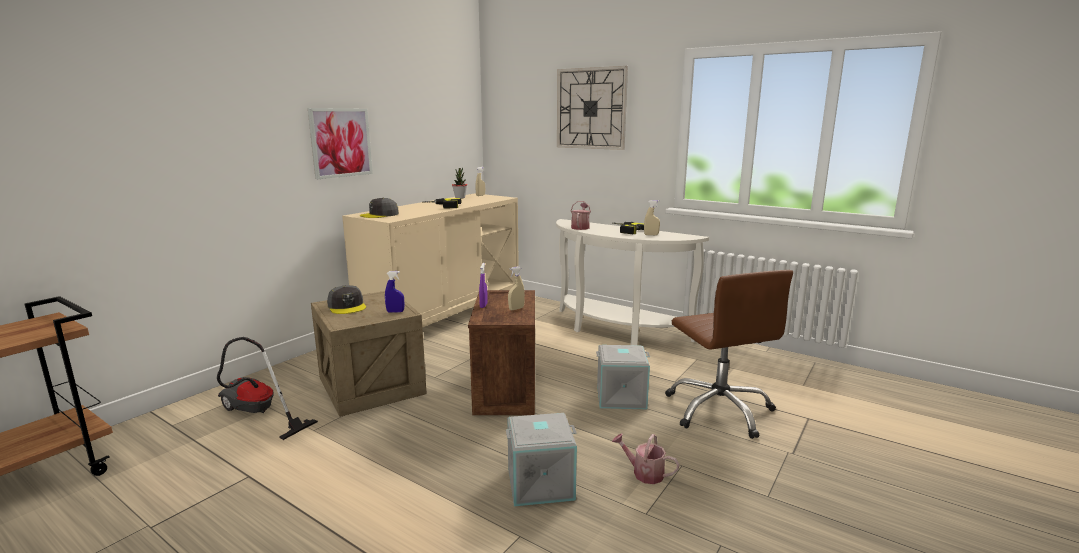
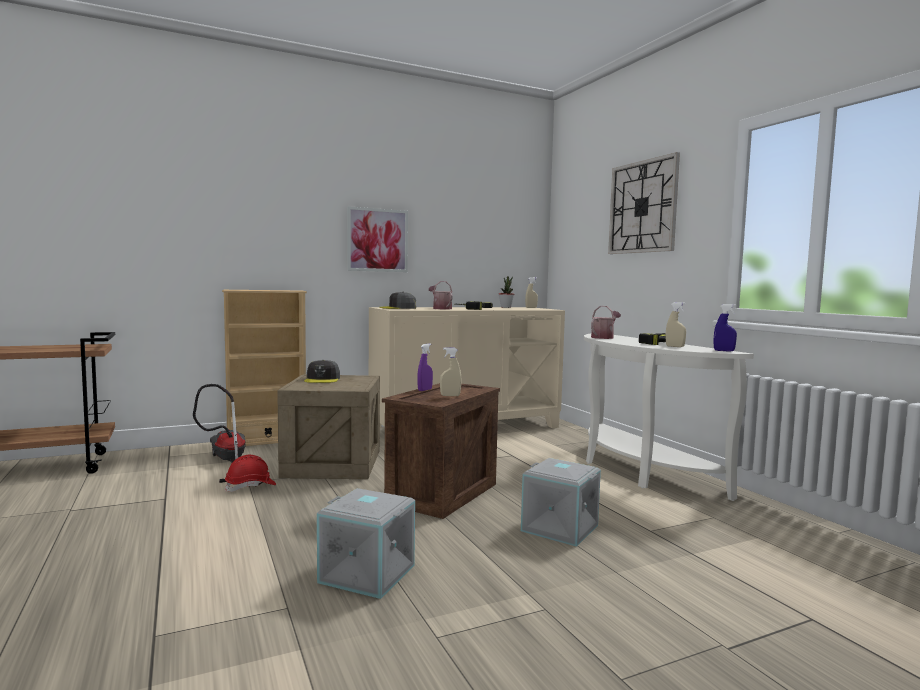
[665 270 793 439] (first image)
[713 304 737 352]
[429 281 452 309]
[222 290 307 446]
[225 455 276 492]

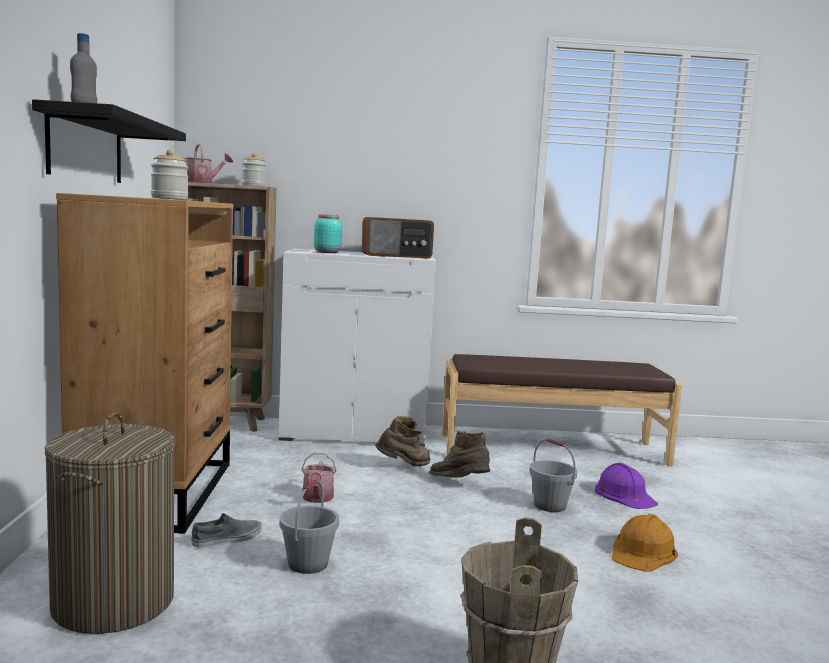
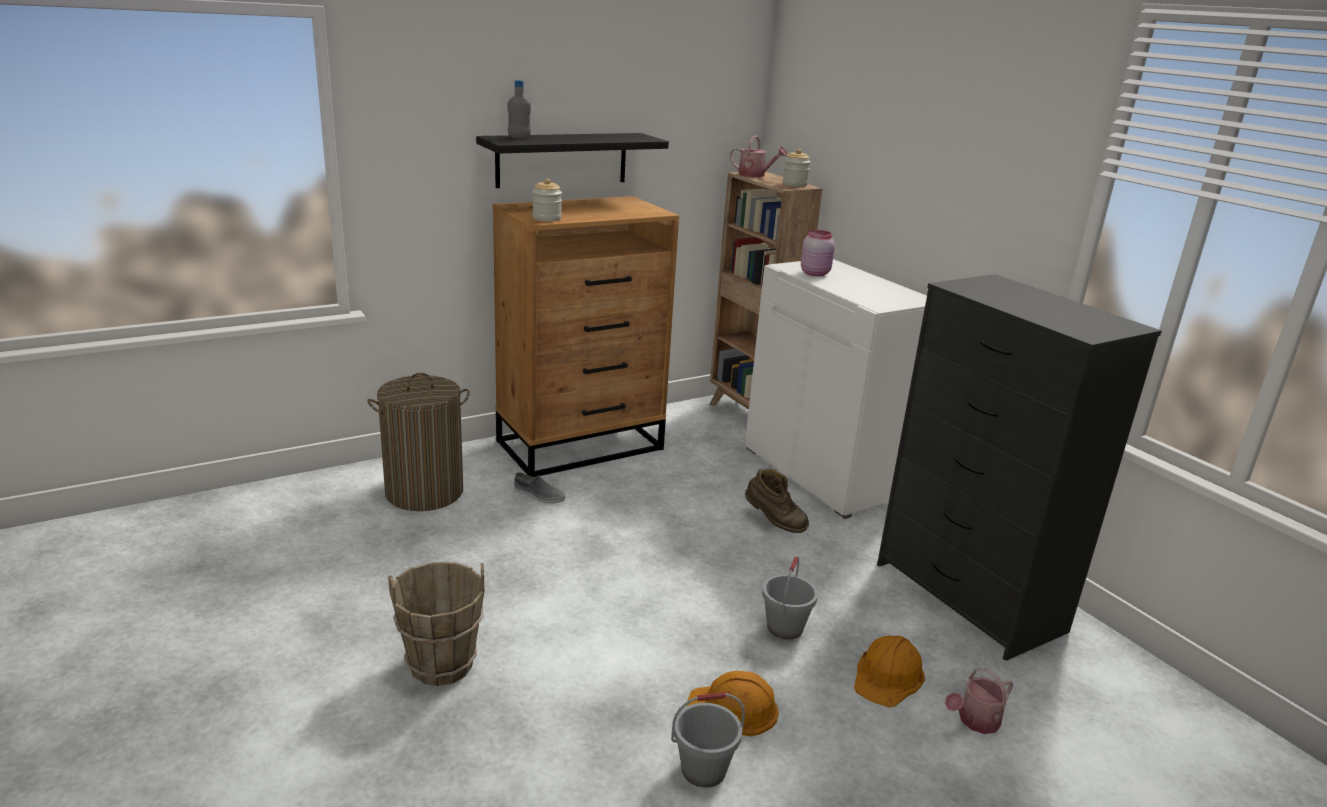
[801 230 835 276]
[362 217 434 258] (first image)
[877 274 1162 661]
[429 431 490 477] (first image)
[945 668 1013 734]
[854 636 925 707]
[671 692 745 788]

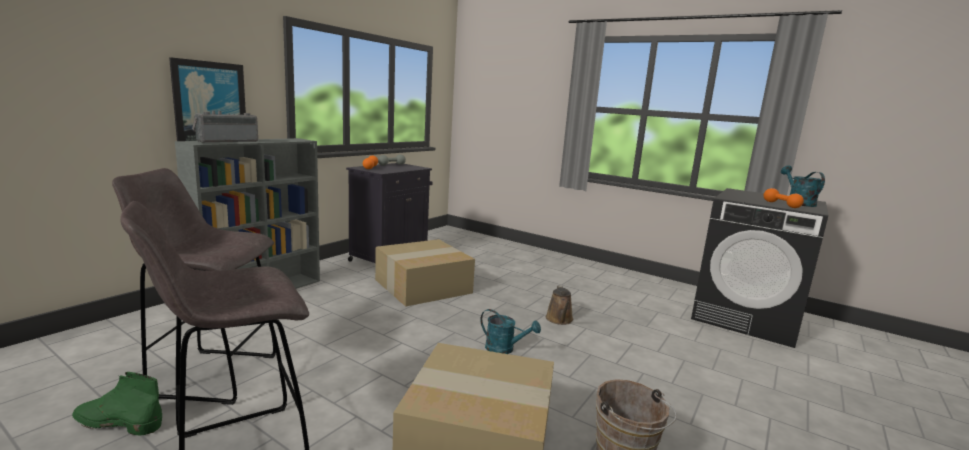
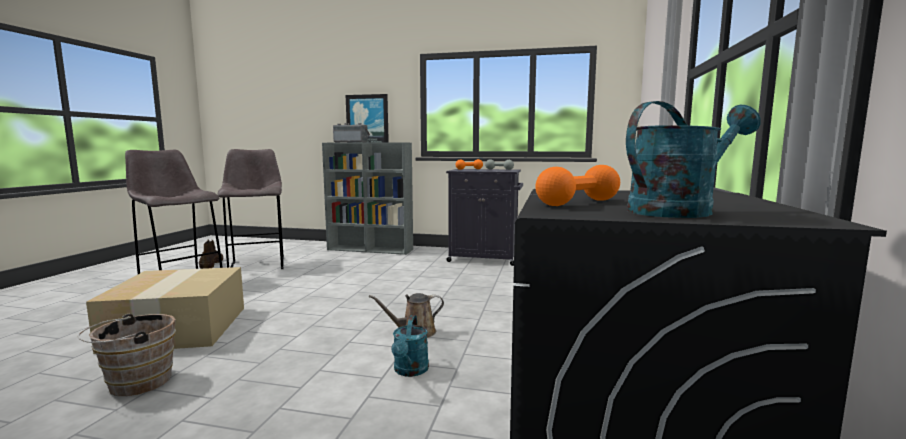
[375 239 475 307] (first image)
[391 315 429 377]
[199 239 223 269]

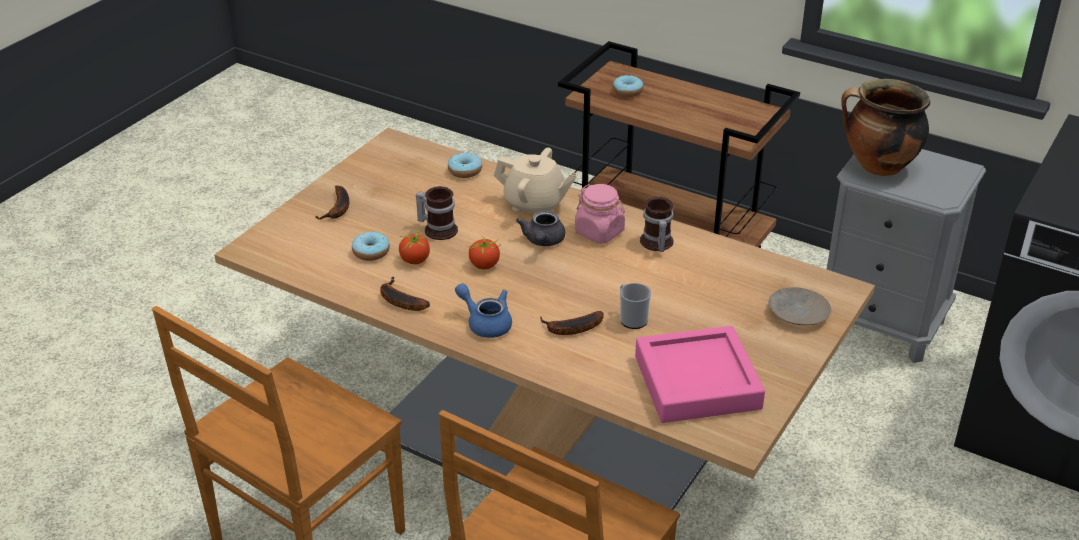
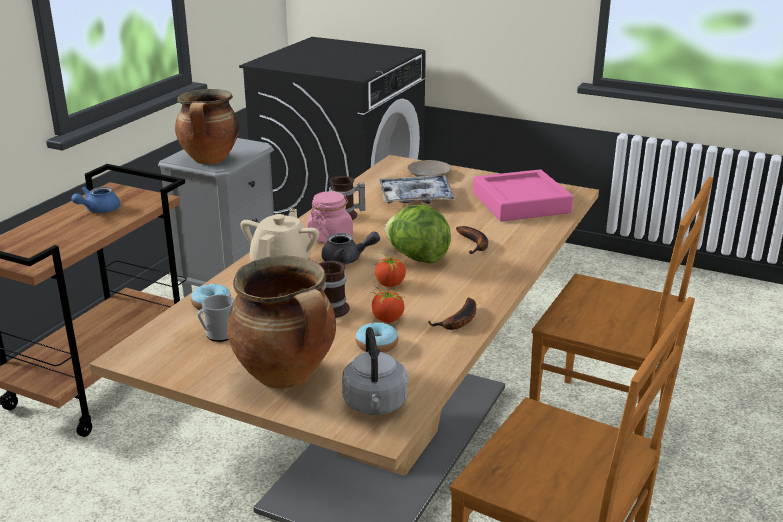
[613 75 643 97] (first image)
[227 256 336 389]
[72 187 120 213]
[197 294 234 342]
[379 175 455 204]
[385 205 451 264]
[342 327 408 415]

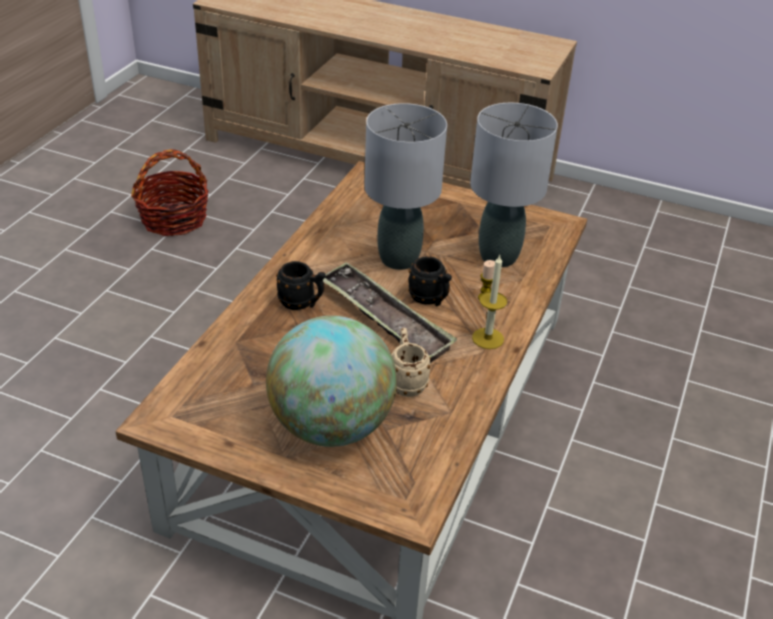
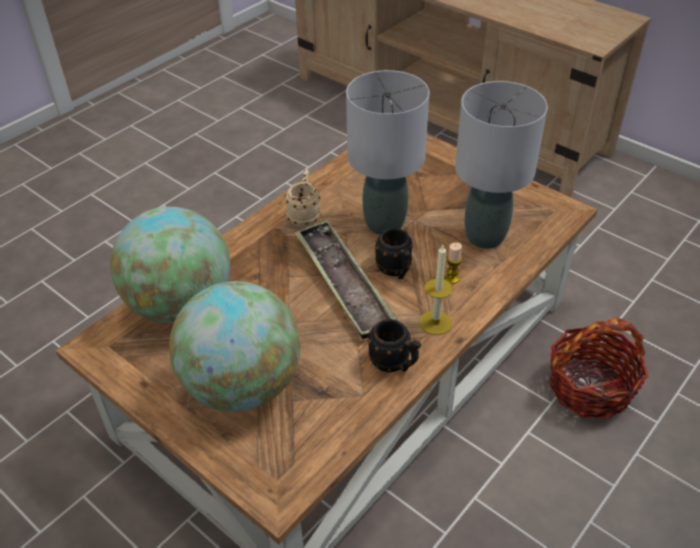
[549 318 648 419]
[368 319 421 372]
[285 170 321 227]
[110 207 230 323]

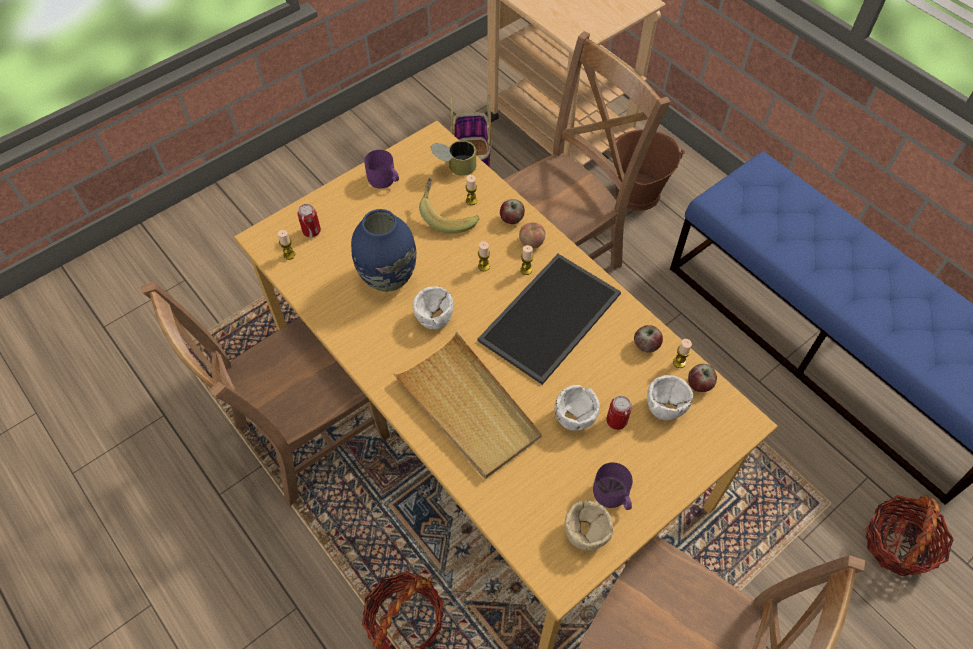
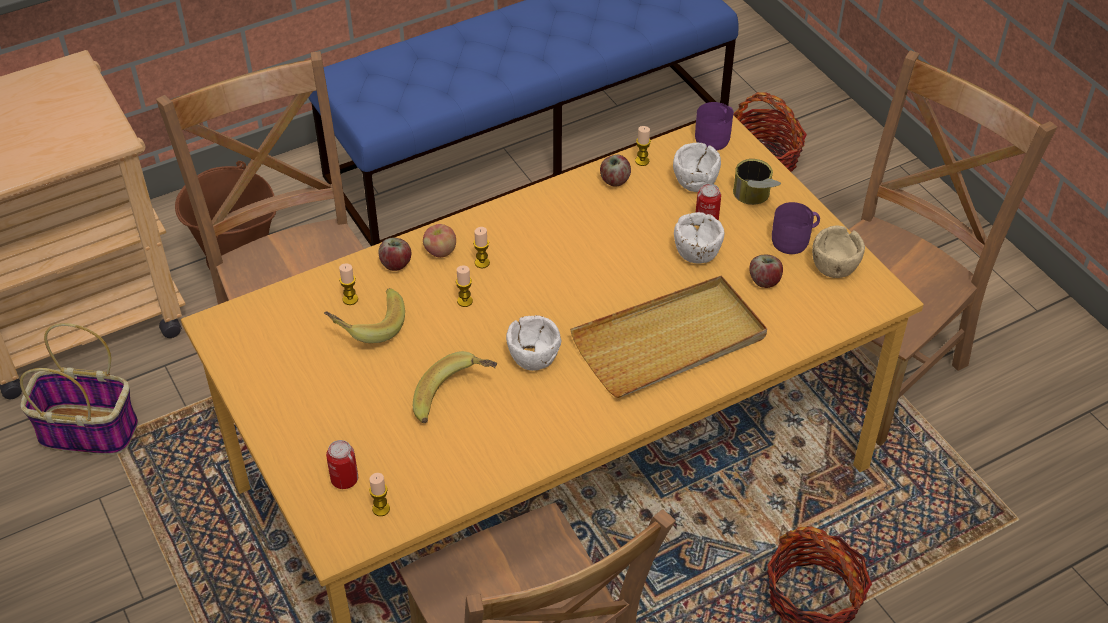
[733 159 781 205]
[695 102 734 150]
[413 351 497 423]
[478 254 621 385] (first image)
[749 255 783 288]

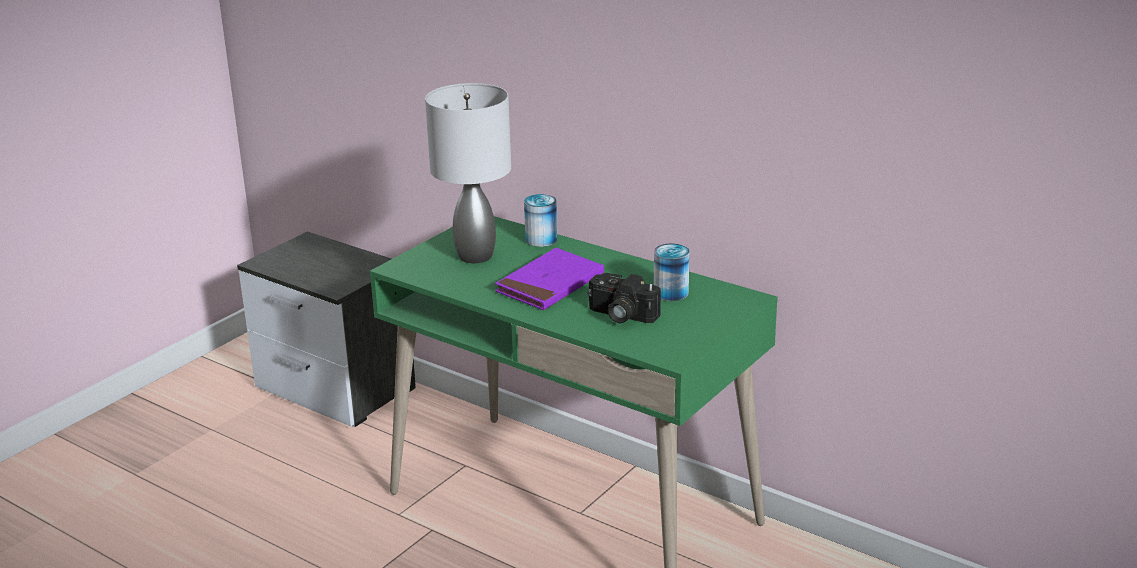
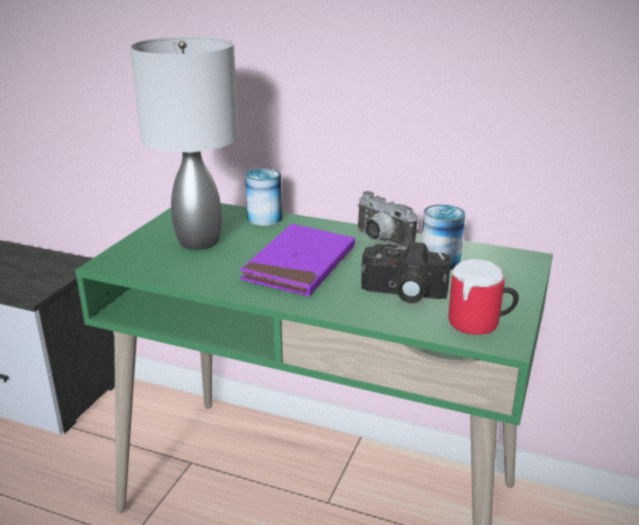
[357 191 418 249]
[449 259 519 335]

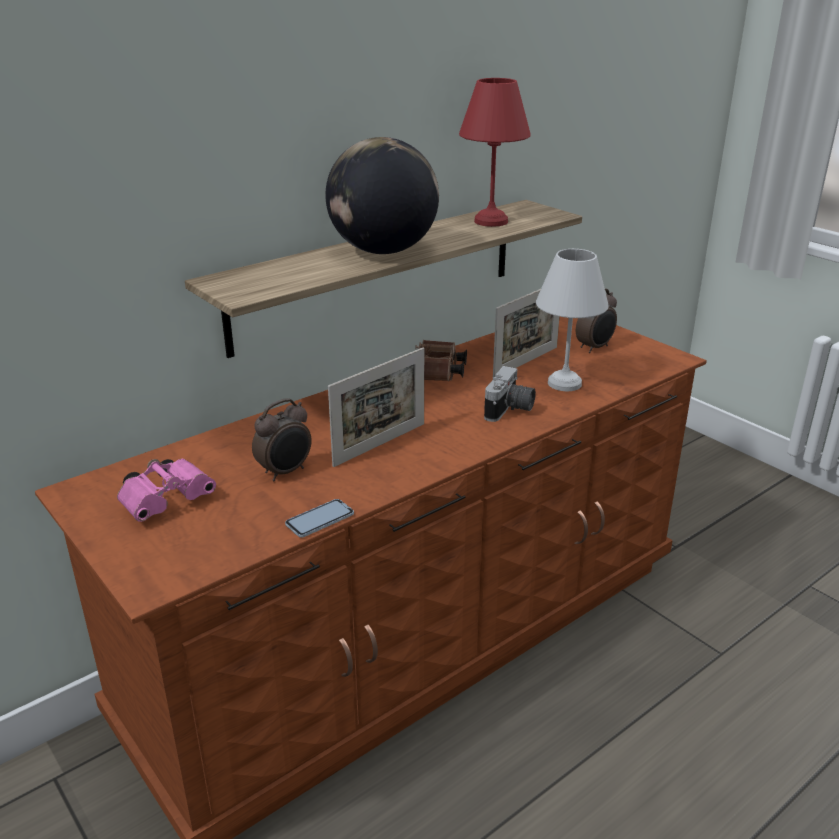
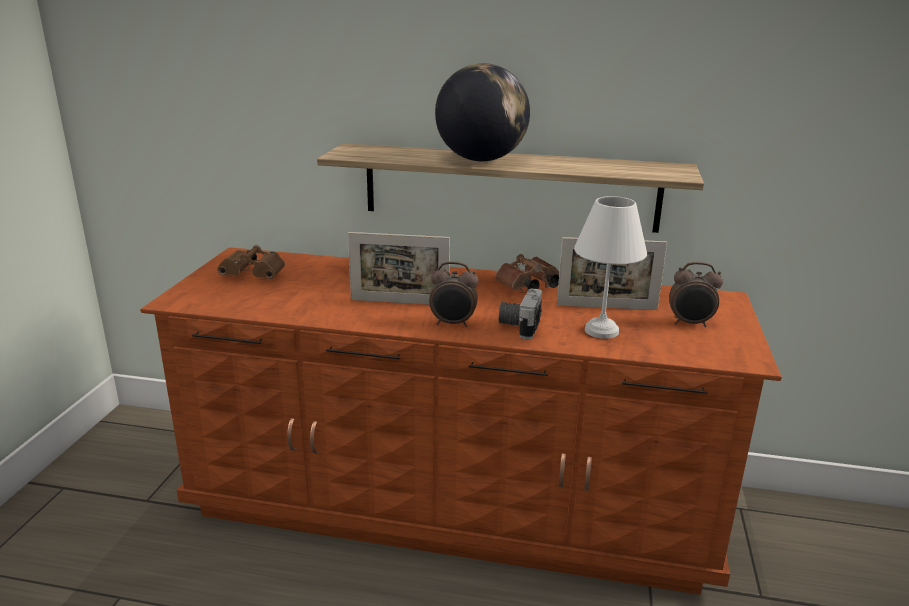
[459 78 531 227] (first image)
[499 289 542 339]
[429 261 479 327]
[218 245 285 279]
[285 499 354 537] (first image)

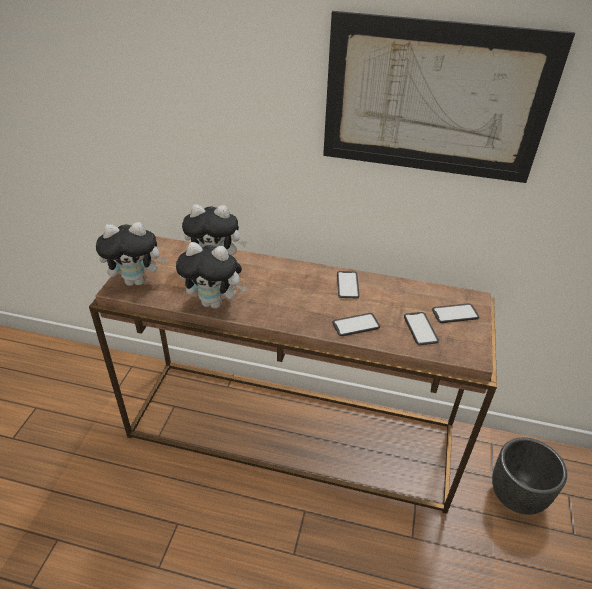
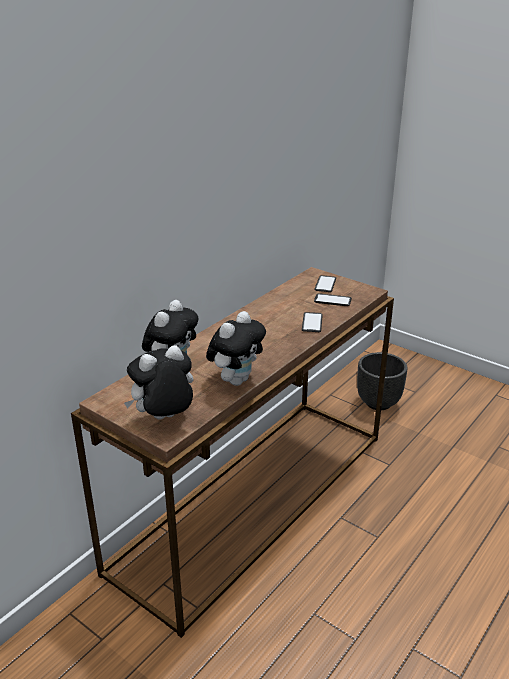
[323 11 575 183] (first image)
[124 345 194 419]
[337 271 360 298] (first image)

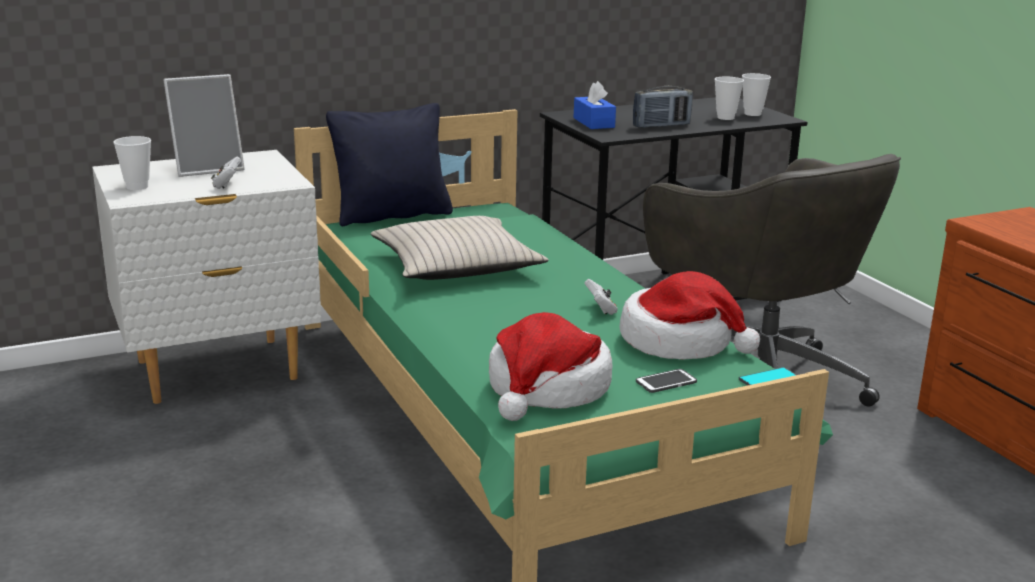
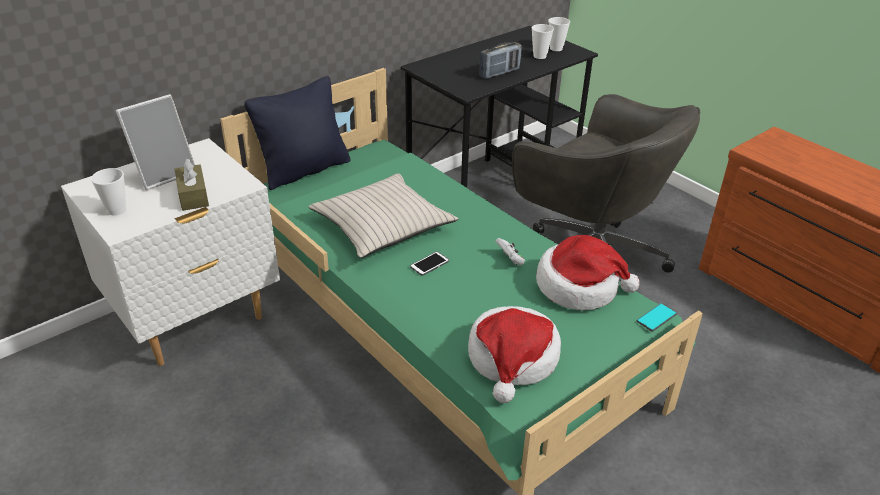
[574 81 616 129] (first image)
[175 159 209 211]
[410 252 449 276]

